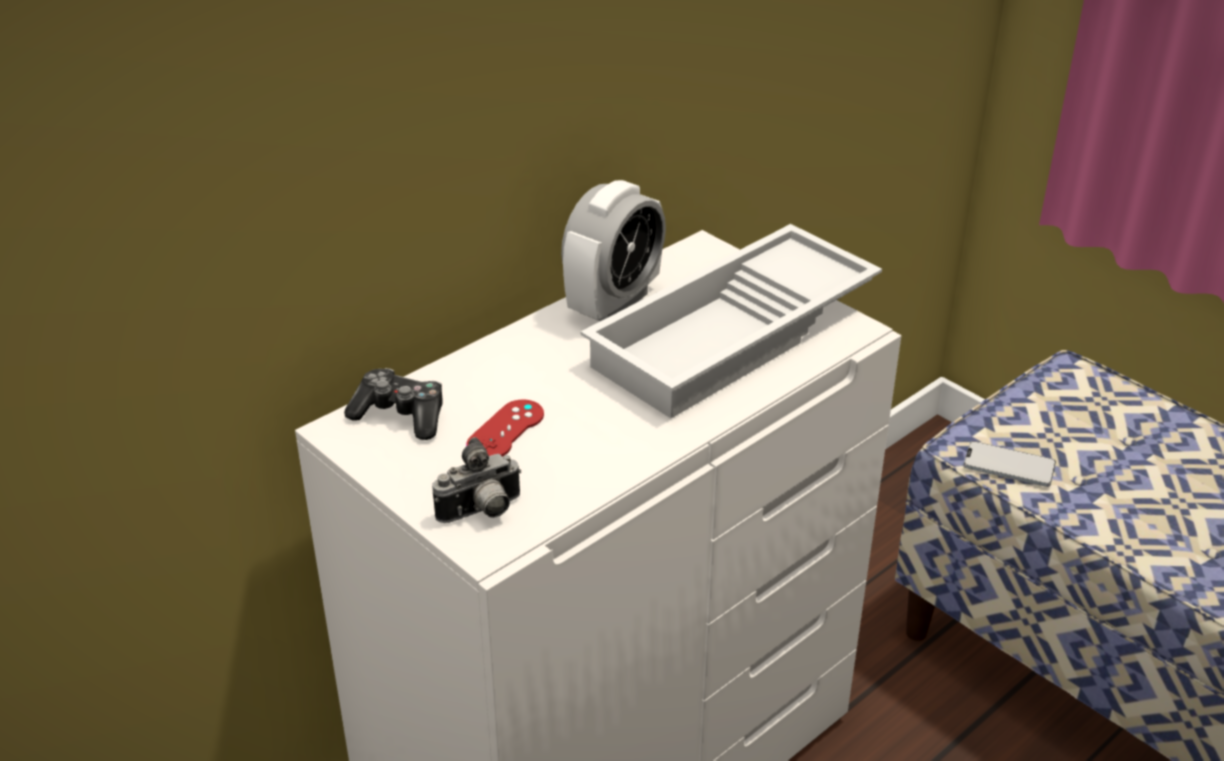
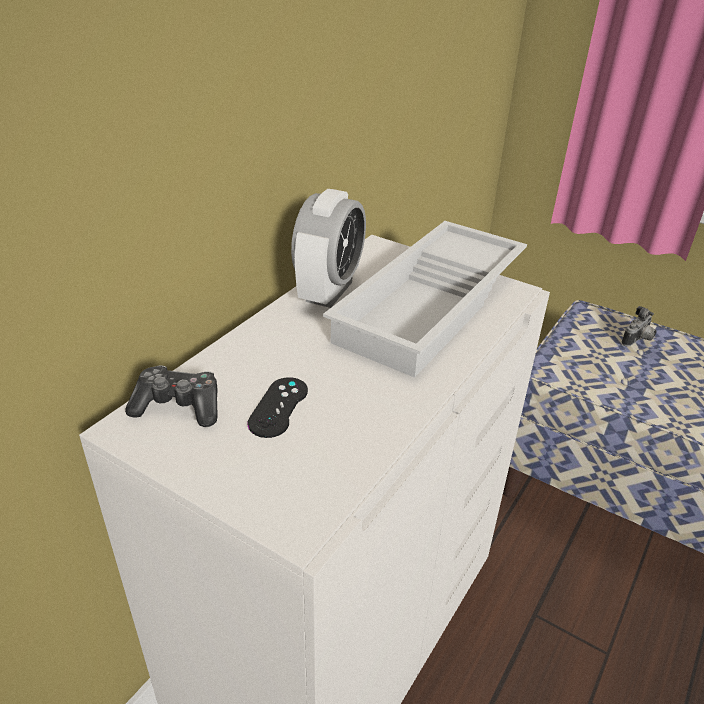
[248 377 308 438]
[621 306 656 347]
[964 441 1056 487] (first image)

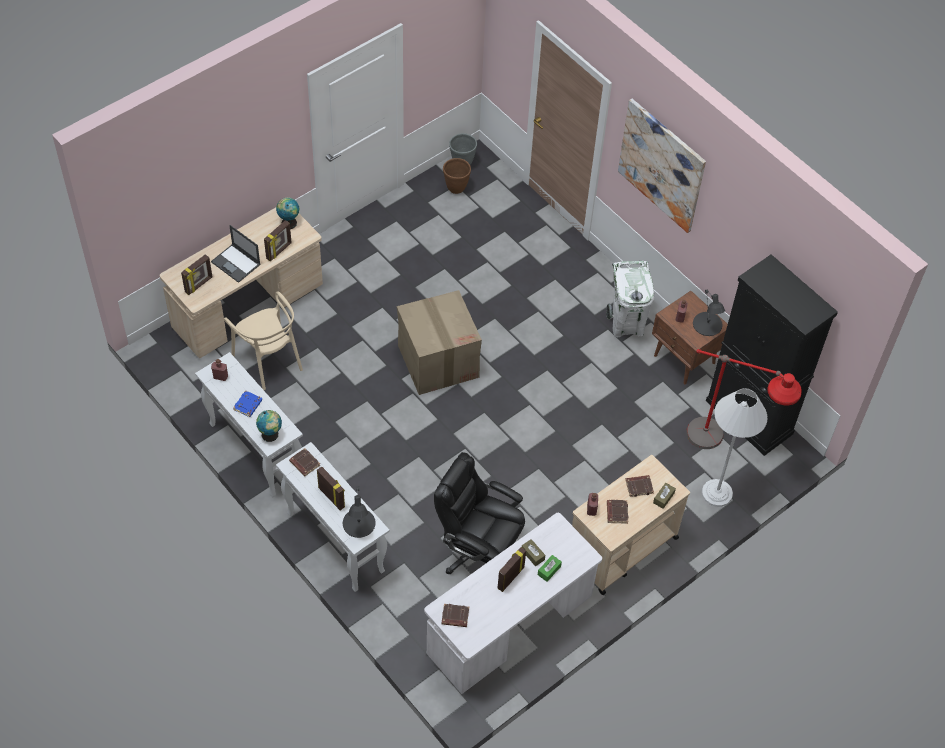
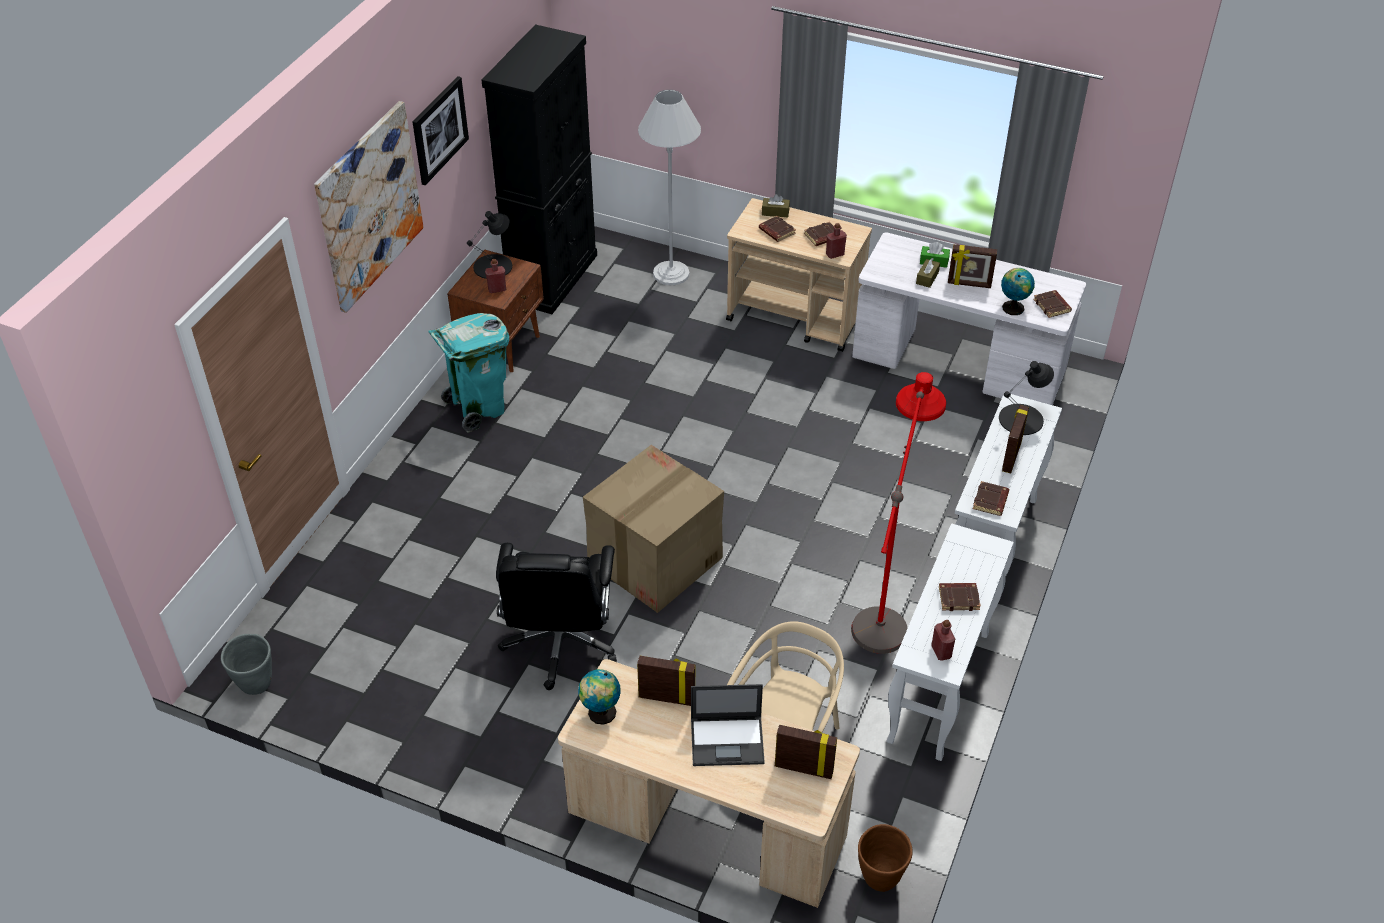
[858 824 913 892]
[691 684 765 766]
[428 313 509 432]
[851 372 946 654]
[939 583 981 611]
[1001 268 1035 315]
[496 543 617 690]
[413 76 469 185]

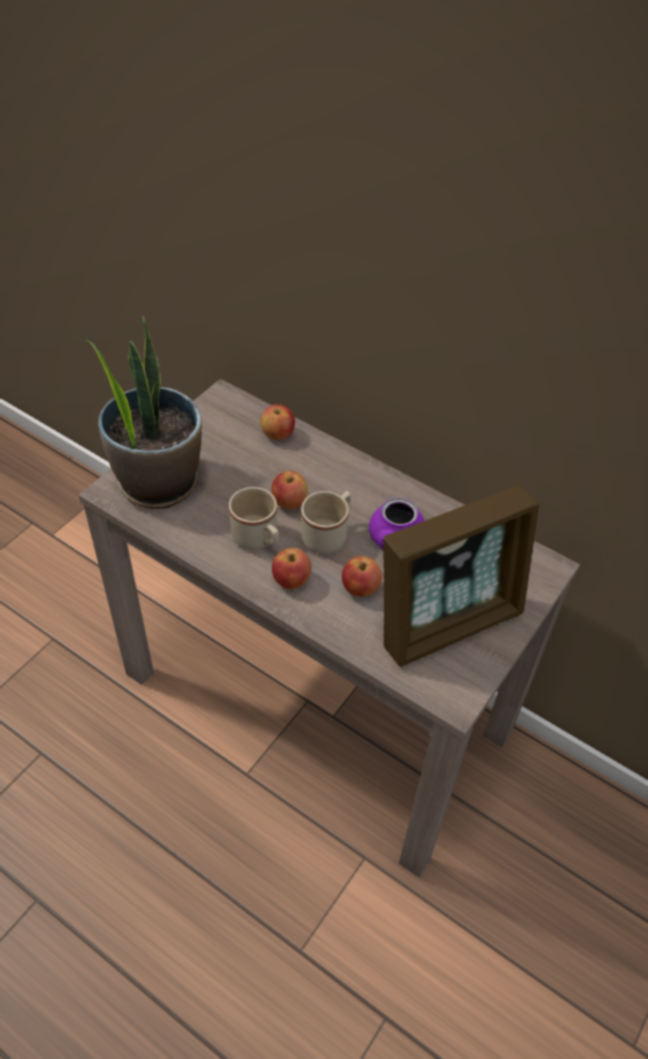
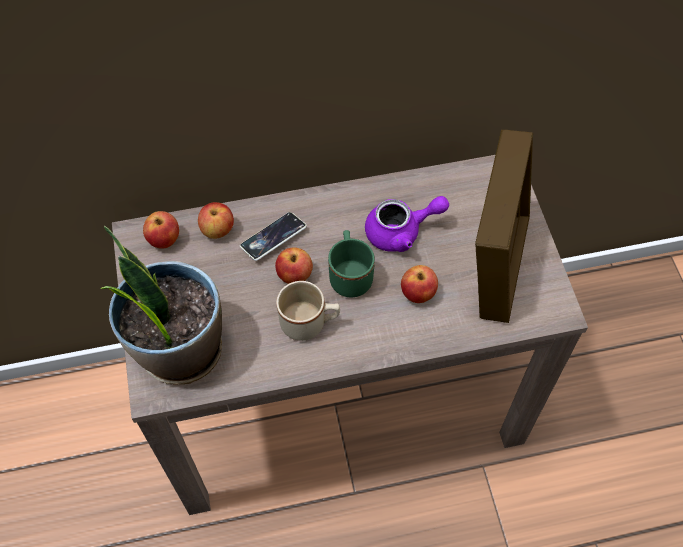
[328 230 375 297]
[143 211 179 248]
[240 212 307 261]

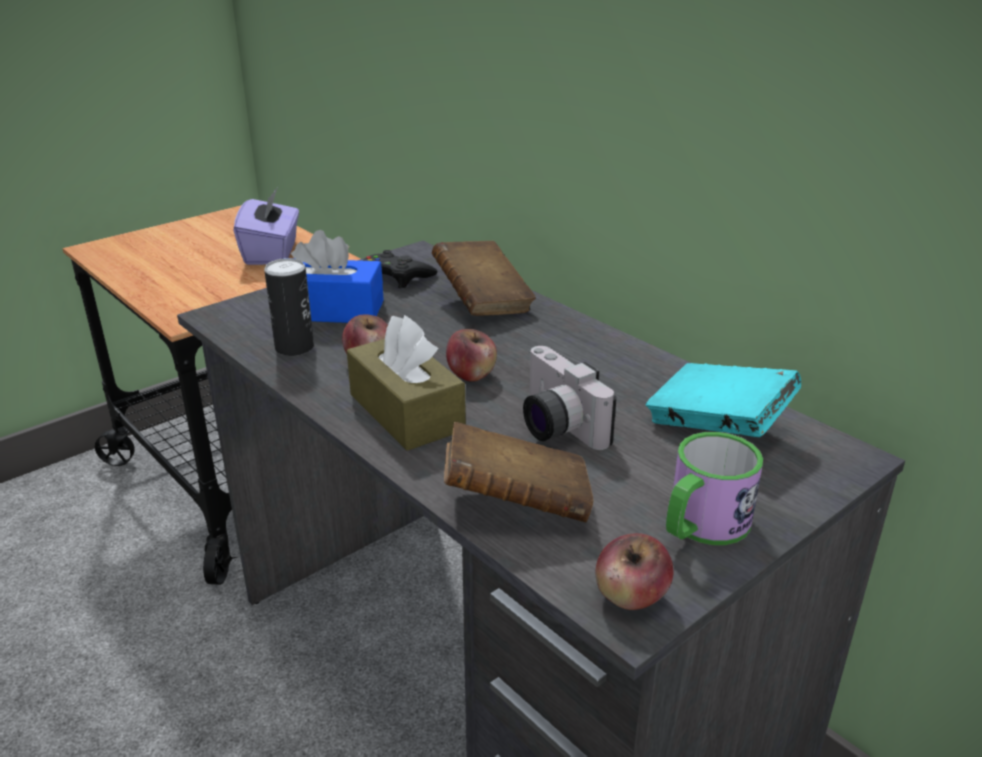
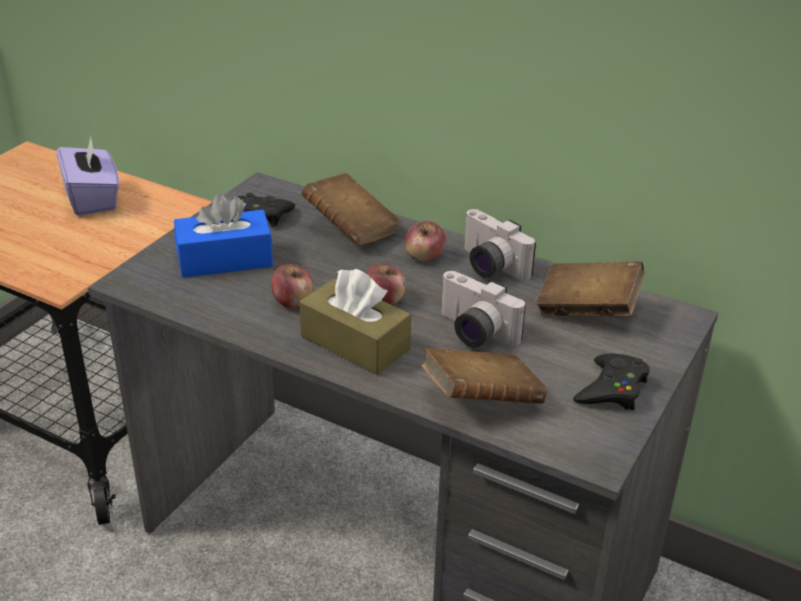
[264 258 314 356] (first image)
[536 261 644 317]
[573 353 650 410]
[405 221 446 262]
[464 209 536 281]

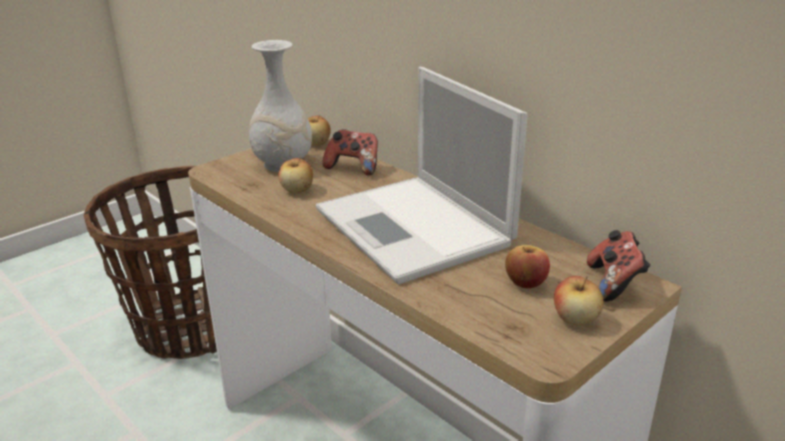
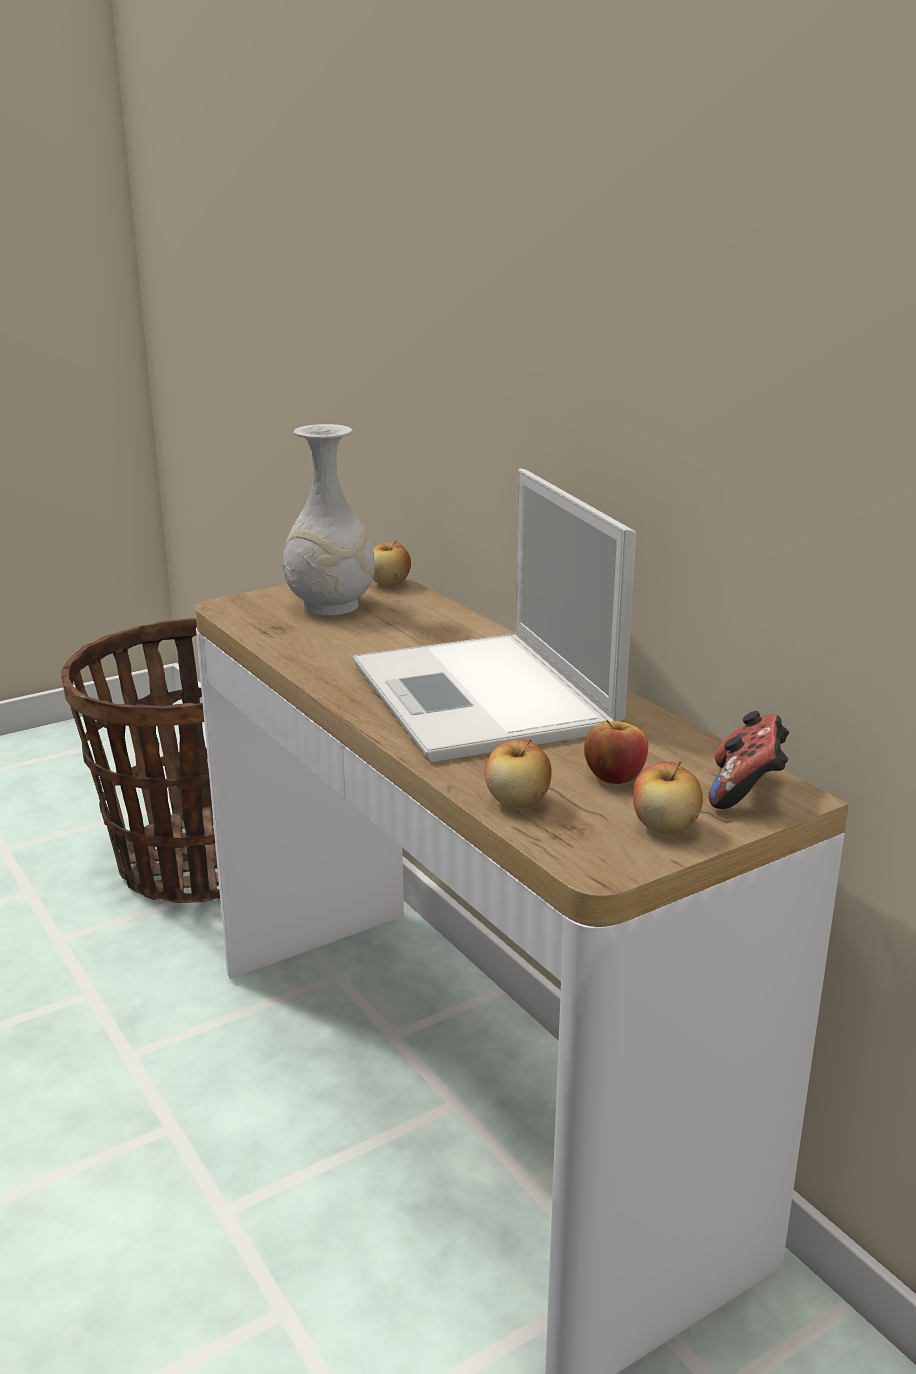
[322 129 378 176] (first image)
[485 739 552 808]

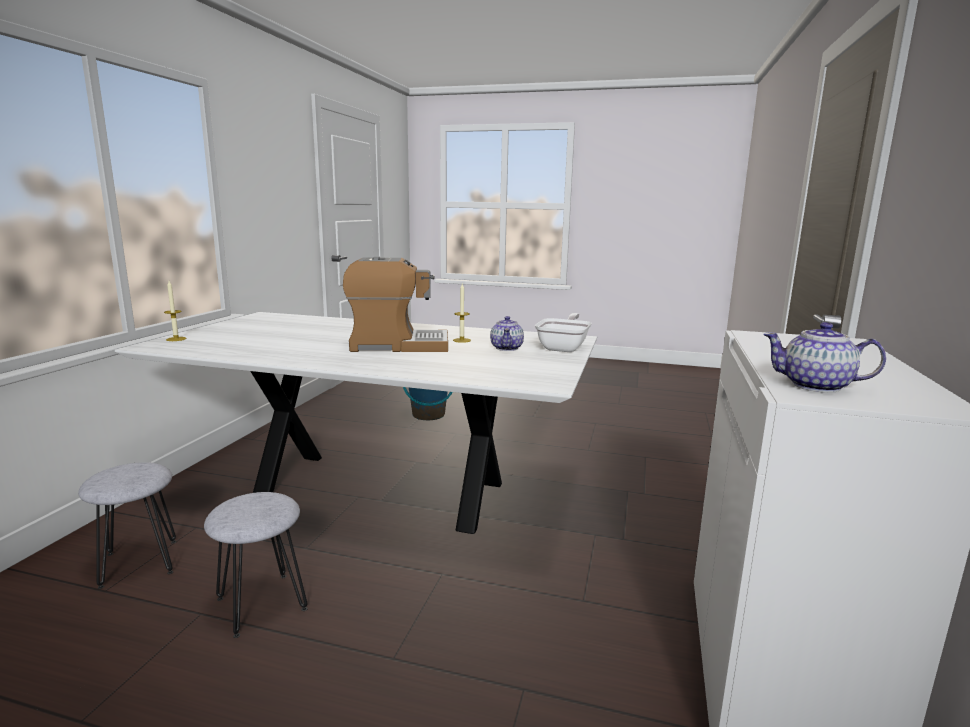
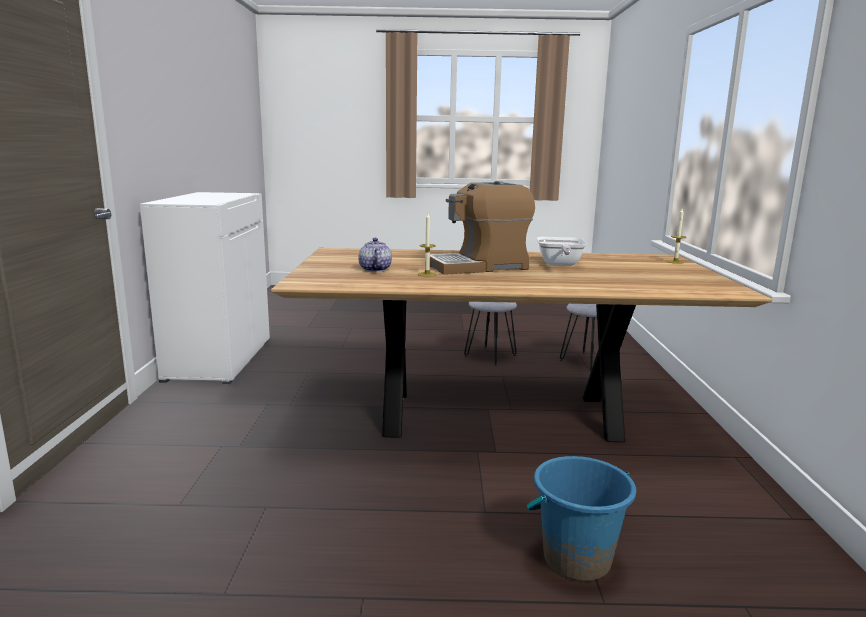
[271 248 773 442]
[537 237 587 266]
[763 322 886 393] (first image)

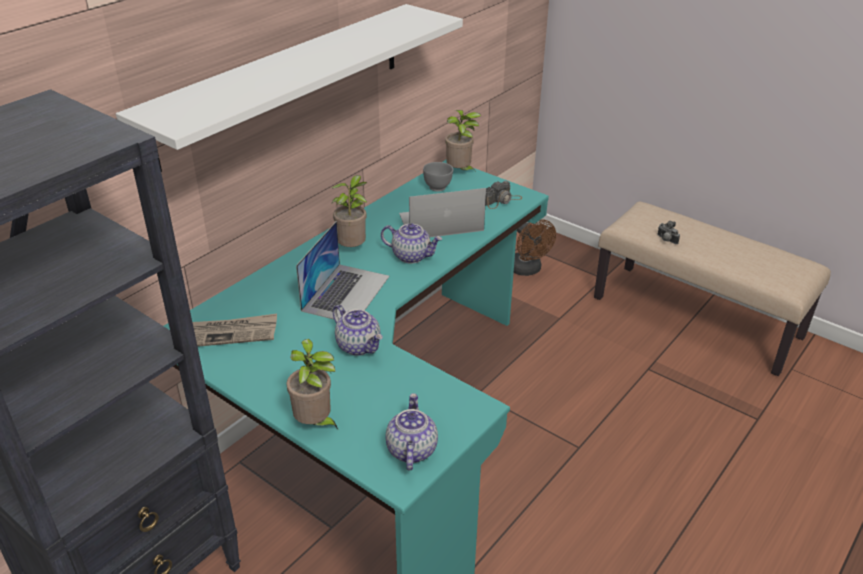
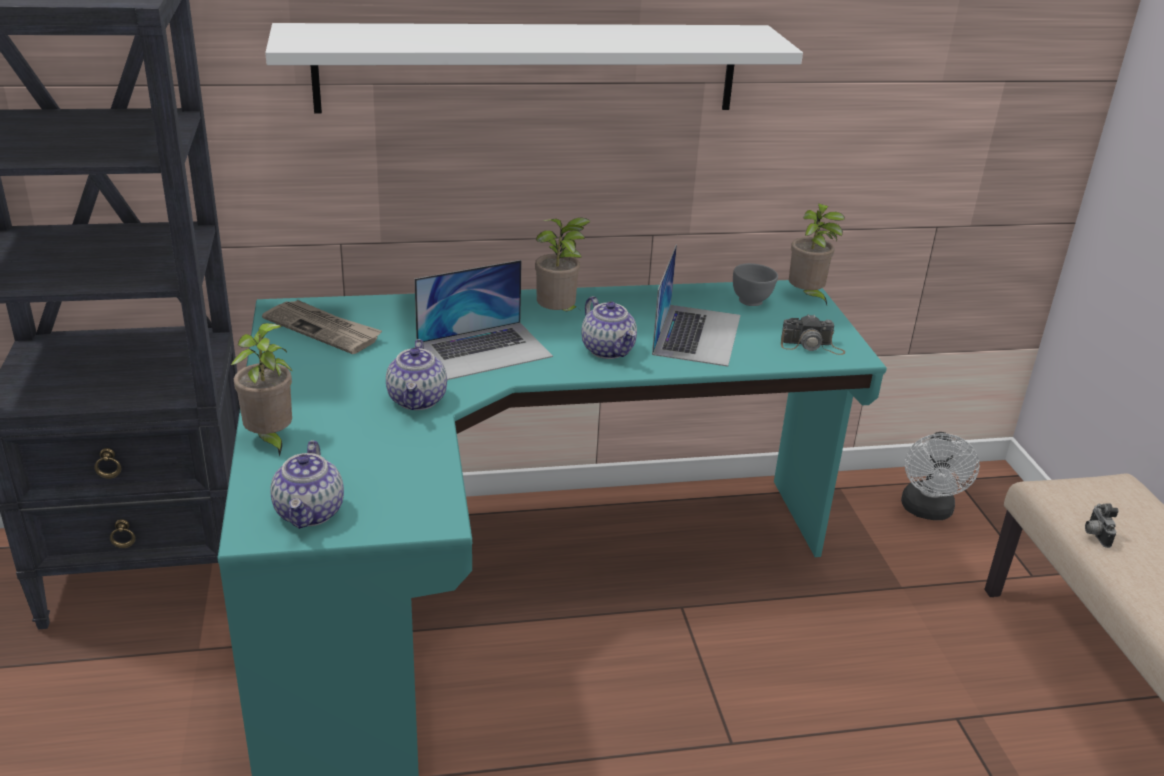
[652 244 740 367]
[901 432 980 520]
[270 440 344 529]

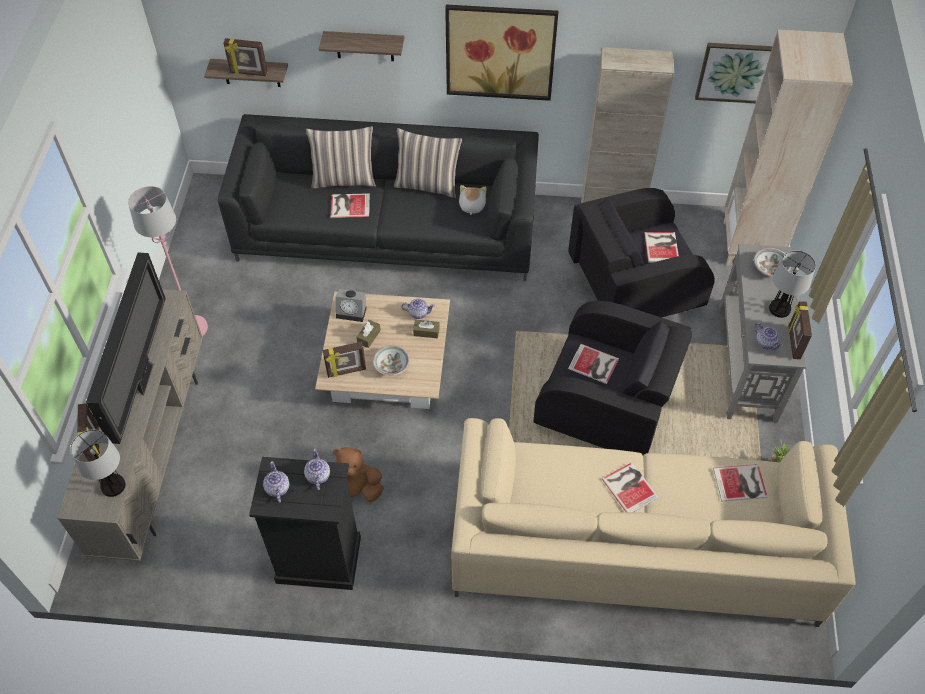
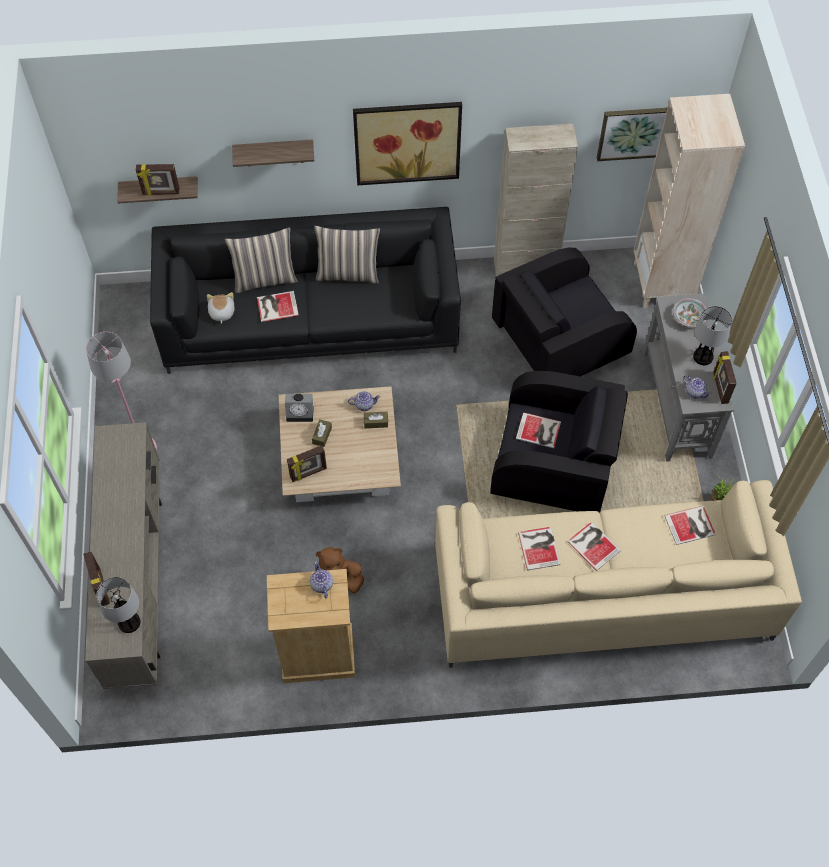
[207 292 235 324]
[518 527 561 570]
[86 253 166 444] (first image)
[373 345 410 376] (first image)
[267 569 355 683]
[263 461 290 503] (first image)

